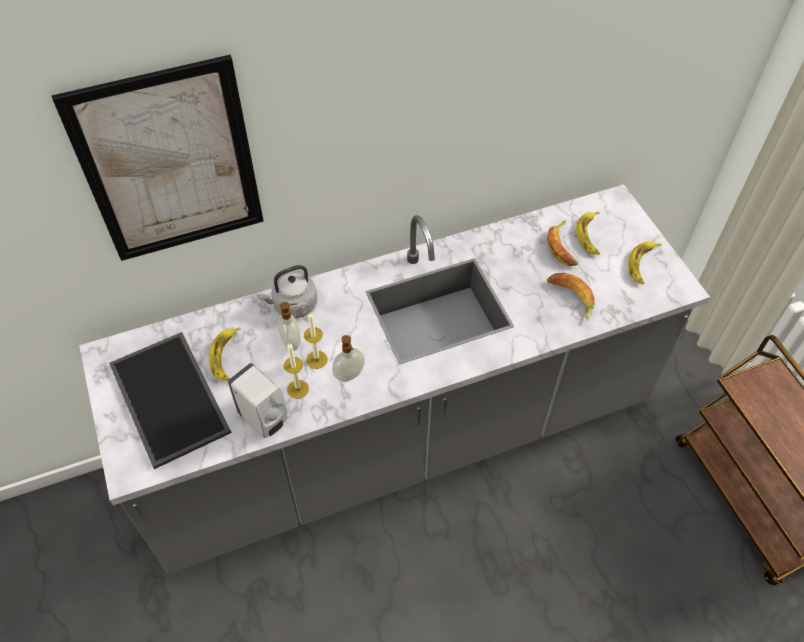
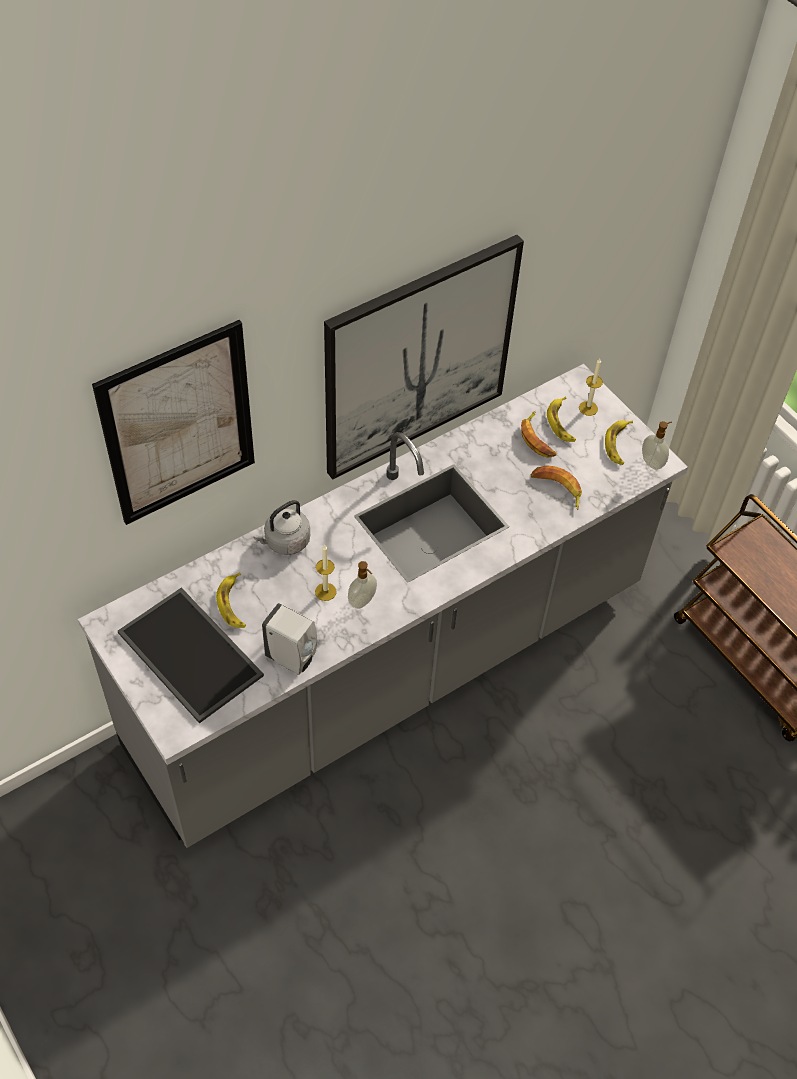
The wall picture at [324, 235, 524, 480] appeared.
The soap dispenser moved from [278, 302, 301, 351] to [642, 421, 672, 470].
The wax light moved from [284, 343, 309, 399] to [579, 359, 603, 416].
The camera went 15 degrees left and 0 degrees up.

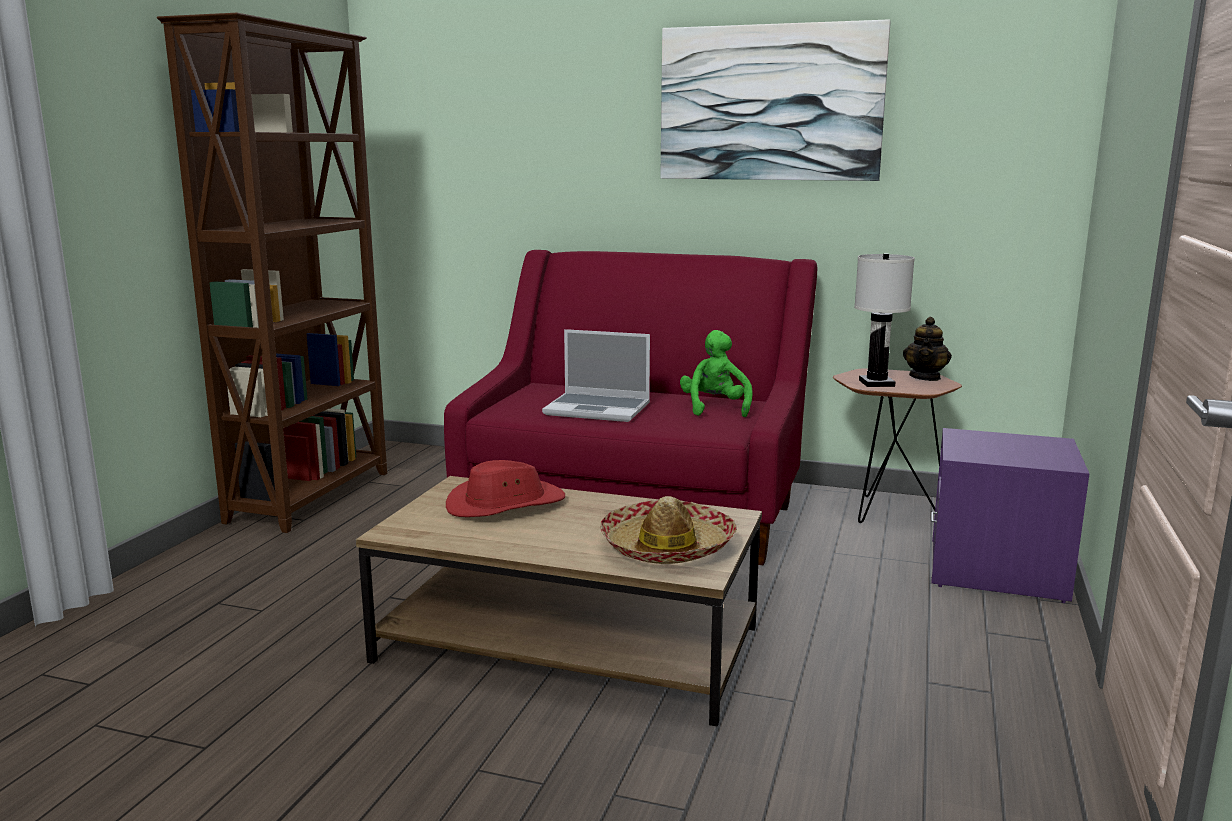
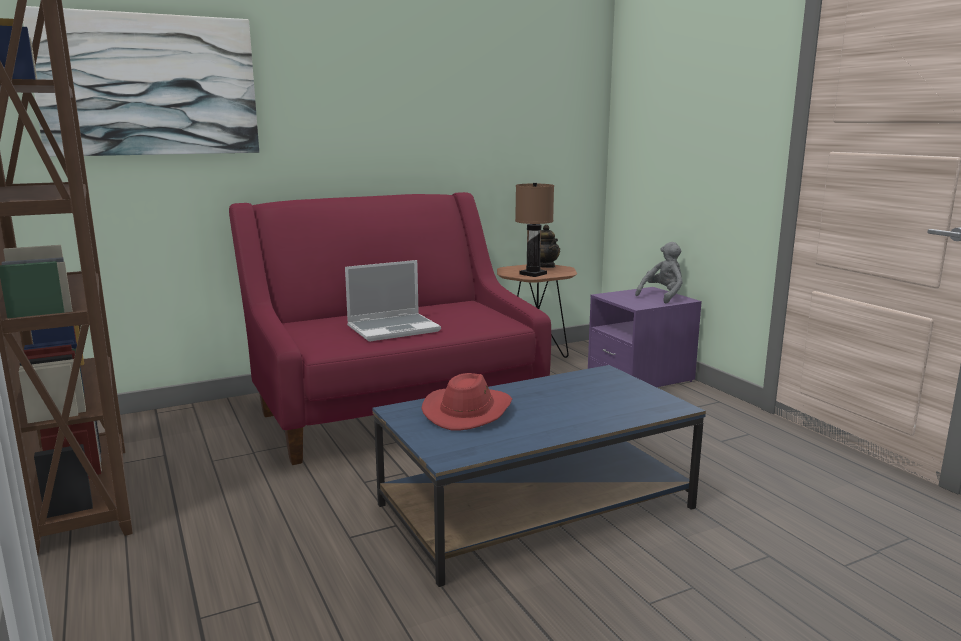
The clothing hat at [600, 496, 737, 564] disappeared.
The plush toy in green-coloured at [680, 330, 753, 417] disappeared.
The plush toy in gray at [635, 242, 683, 303] appeared.
The wall picture moved from [661, 19, 891, 181] to [23, 6, 259, 157].
The lounge table in brownish at [356, 476, 762, 726] became the lounge table in blue-coloured at [373, 365, 706, 587].
The table lamp in white-coloured at [854, 254, 915, 387] became the table lamp in brownish at [515, 183, 554, 277].
The camera went 45 degrees left and 0 degrees up.

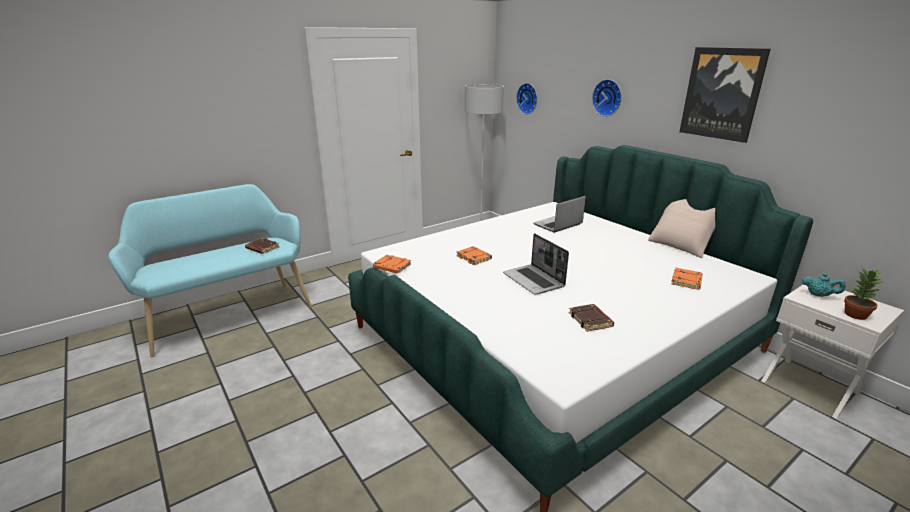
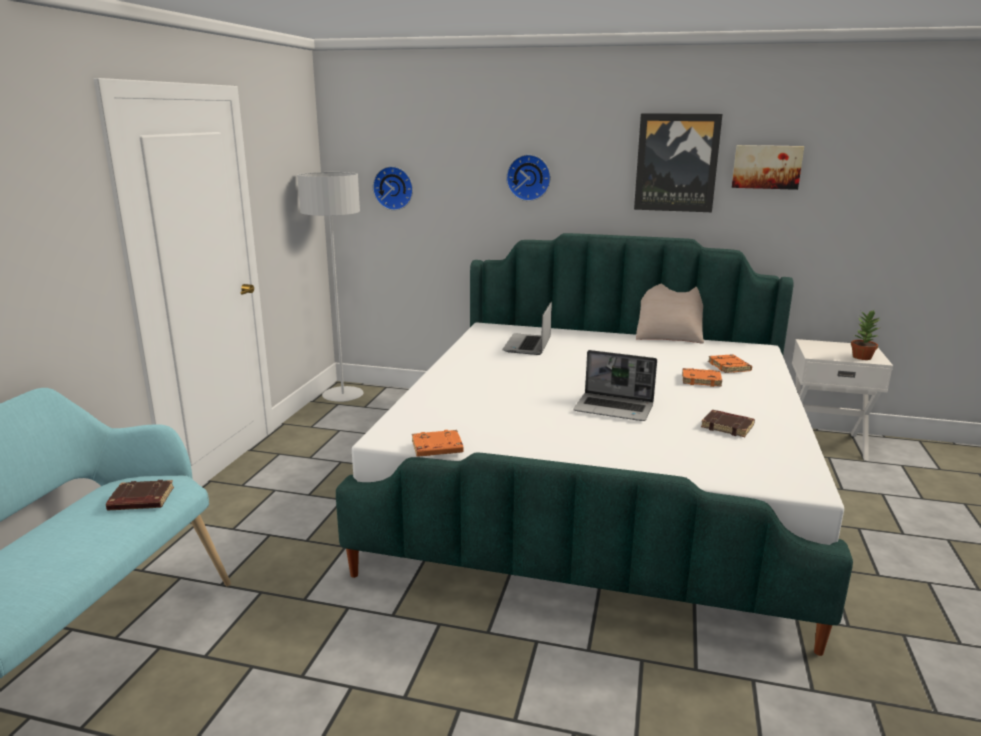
The teapot in turquoise-coloured at [802, 273, 846, 297] disappeared.
The wall picture at [732, 145, 804, 190] appeared.
The book in orange moved from [456, 246, 492, 265] to [682, 368, 722, 387].
The camera went 40 degrees left and 5 degrees down.

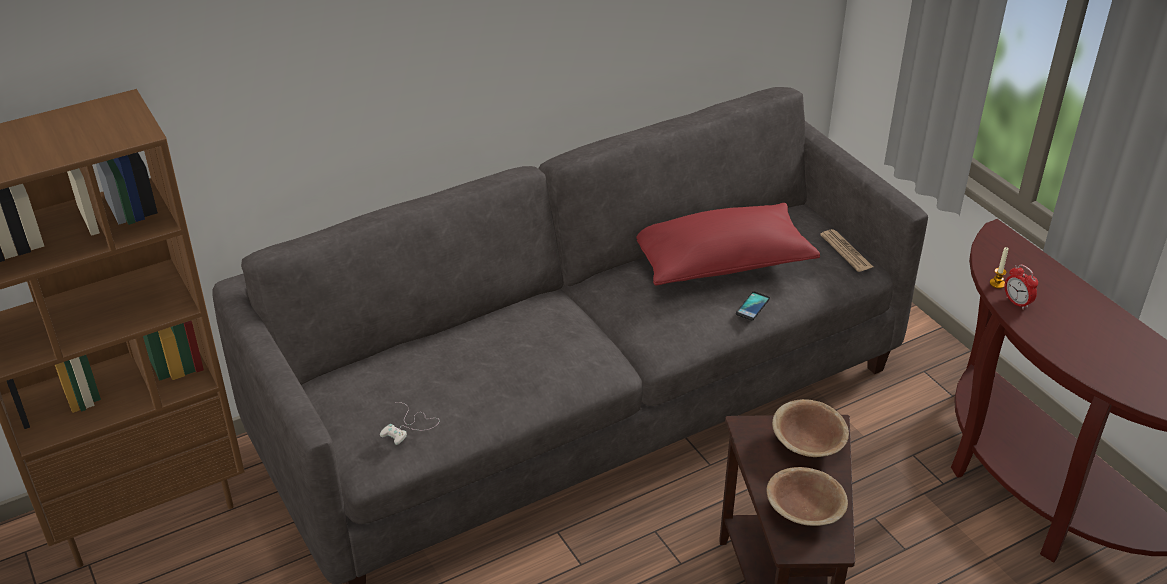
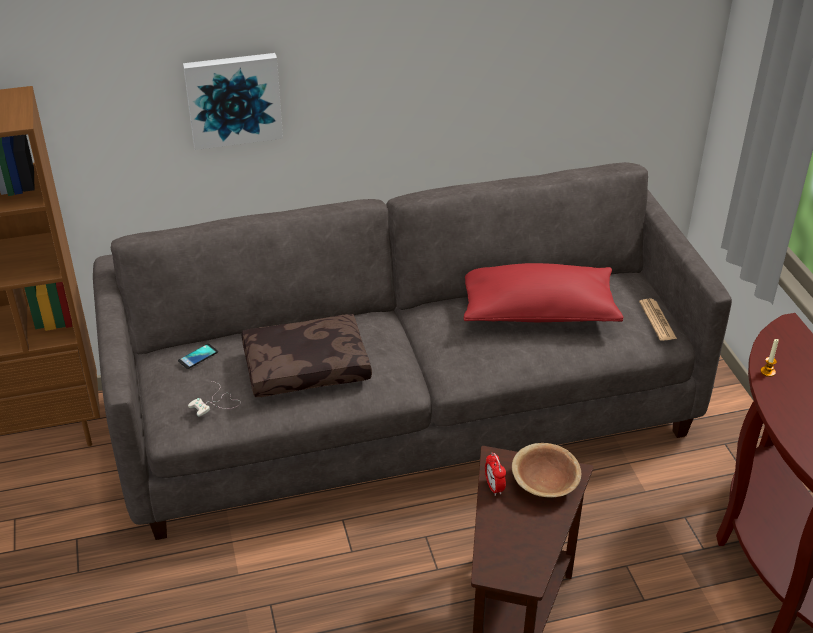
The deep dish in brownish at [766, 467, 848, 526] disappeared.
The wall picture at [183, 53, 283, 150] appeared.
The cushion in brownish at [242, 314, 372, 397] appeared.
The handset moved from [736, 292, 770, 320] to [178, 344, 218, 369].
The table clock moved from [1005, 264, 1038, 310] to [485, 453, 506, 496].
The camera went 15 degrees right and 0 degrees up.

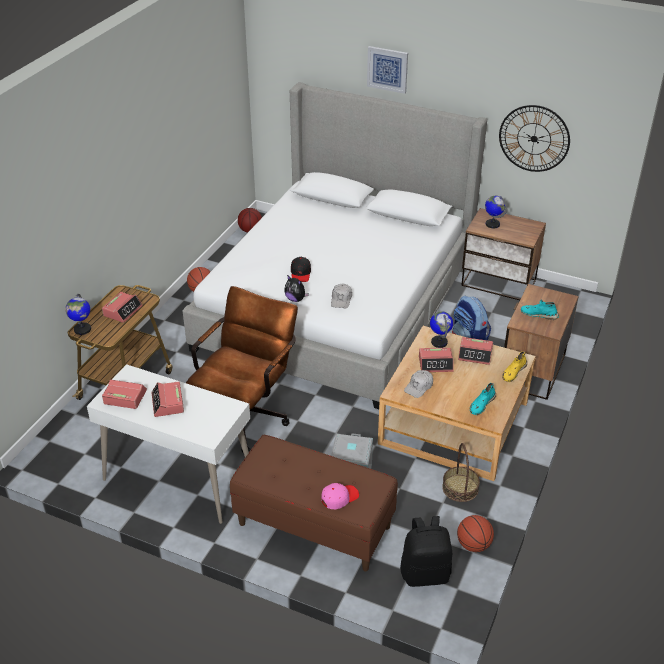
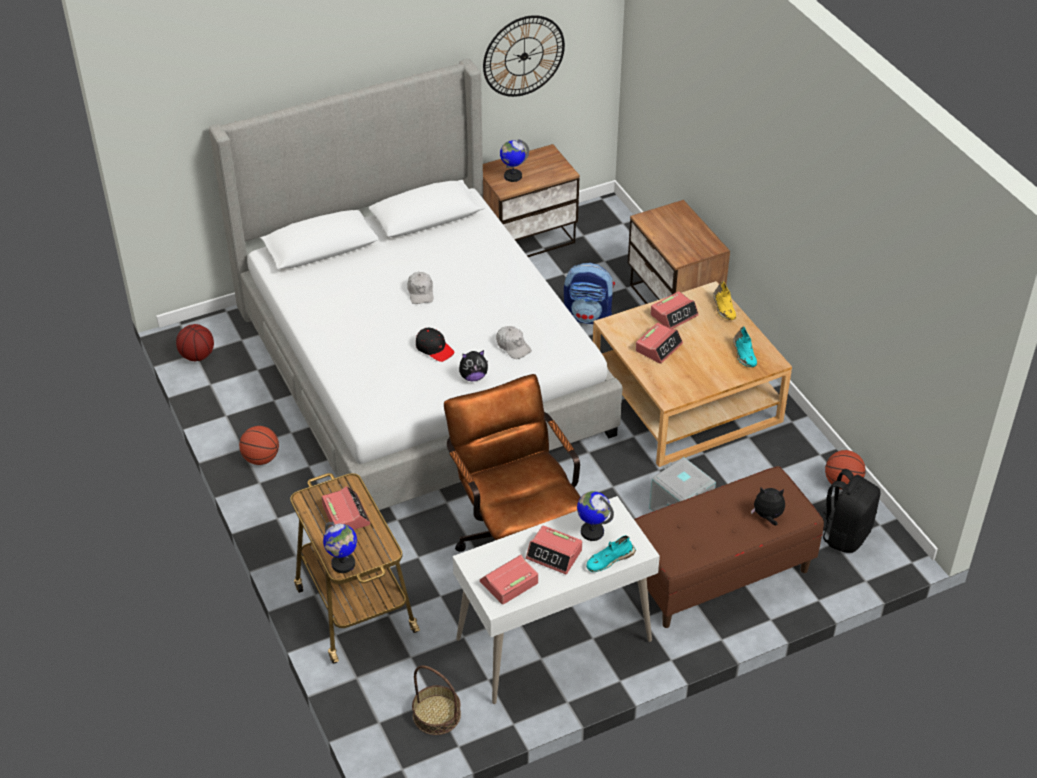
The wall picture at [367, 46, 408, 94] disappeared.
The baseball cap in white-coloured moved from [404, 370, 433, 398] to [407, 272, 433, 304].
The desk globe moved from [430, 311, 453, 348] to [577, 491, 614, 541].
The basket moved from [442, 443, 480, 502] to [412, 665, 461, 735].
The shoe in turquoise-coloured moved from [521, 299, 559, 320] to [586, 535, 636, 572].
The baseball cap in pinkish at [321, 483, 359, 509] was replaced by the plush toy at [751, 487, 785, 525].
The camera went 50 degrees left and 5 degrees up.

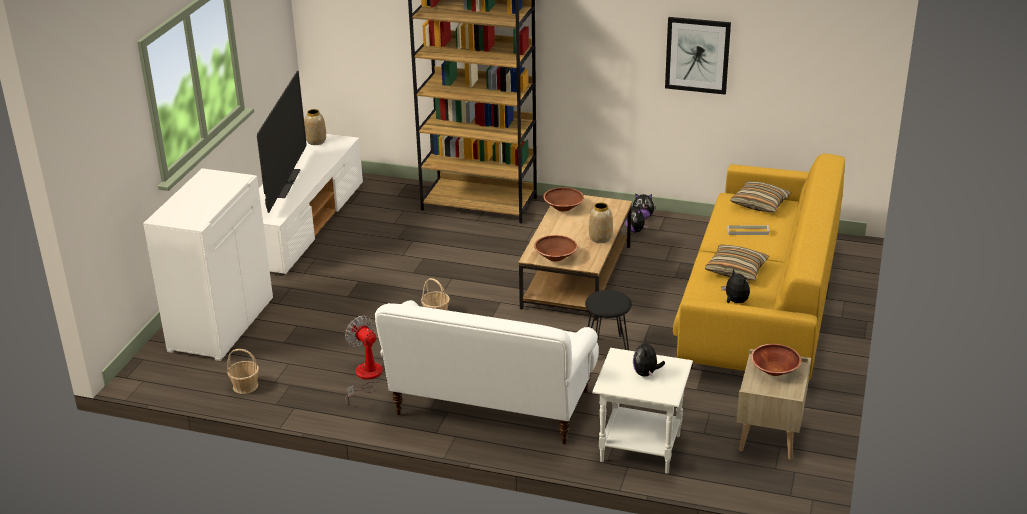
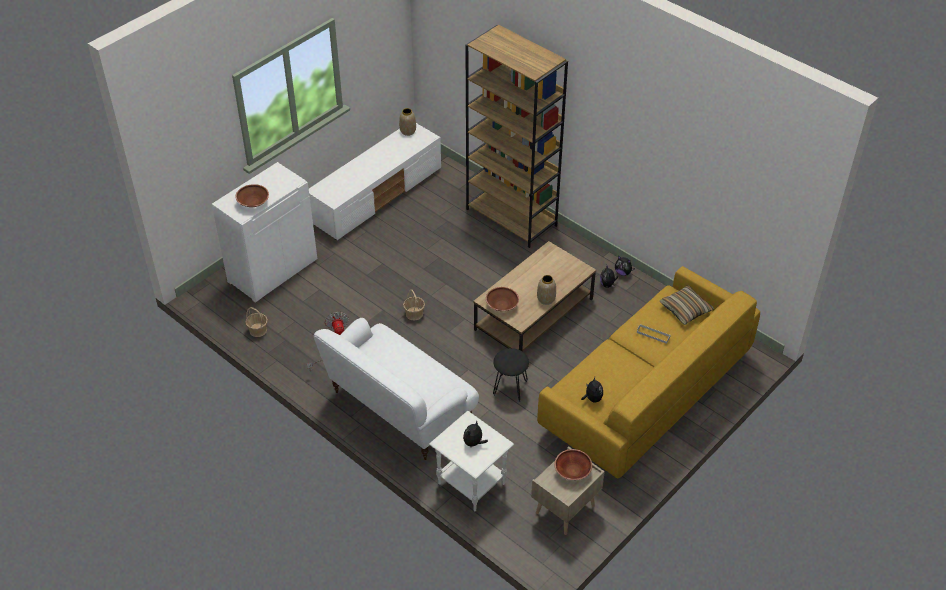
The TV at [257, 71, 307, 213] disappeared.
The wall picture at [665, 17, 731, 95] disappeared.
The cushion at [705, 245, 769, 280] disappeared.
The deep dish in brownish moved from [543, 187, 584, 212] to [235, 184, 269, 207].
The camera went 25 degrees right and 15 degrees up.

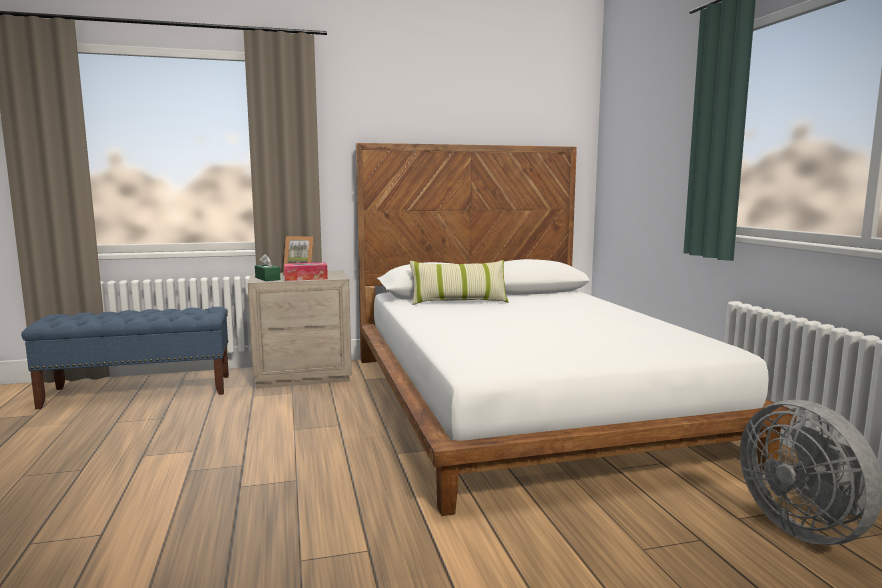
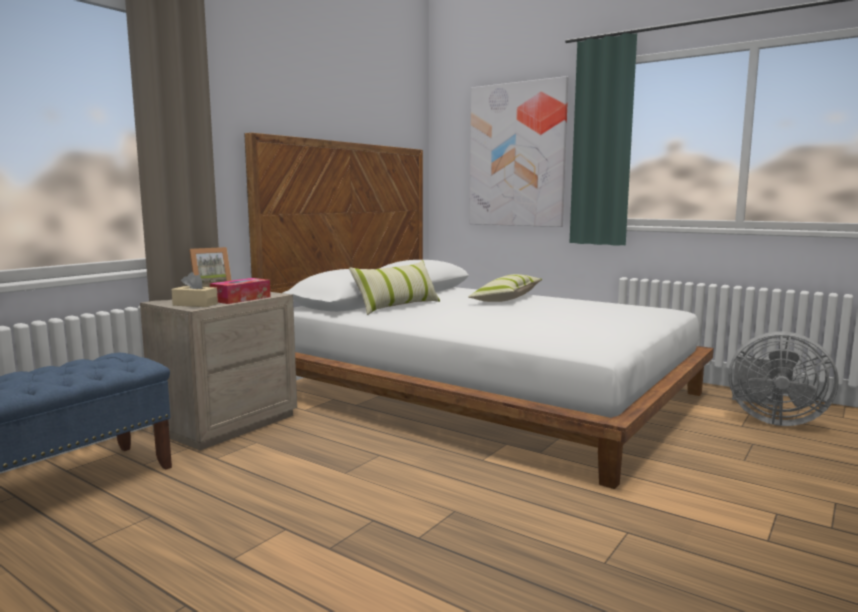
The cushion at [468, 274, 542, 302] appeared.
The wall picture at [470, 76, 568, 227] appeared.
The tissue box in green-coloured at [255, 254, 280, 281] became the tissue box in sand-coloured at [172, 272, 218, 307].
The camera went 40 degrees left and 0 degrees up.

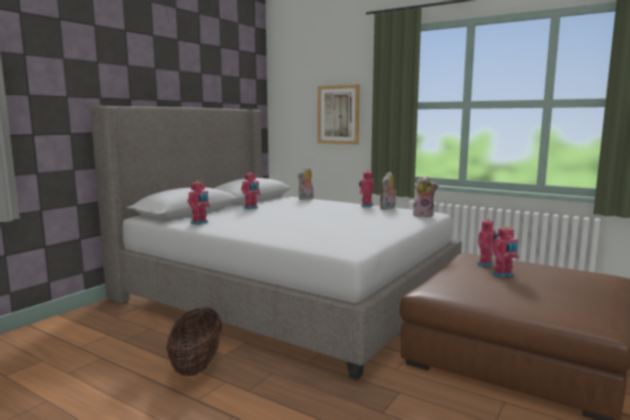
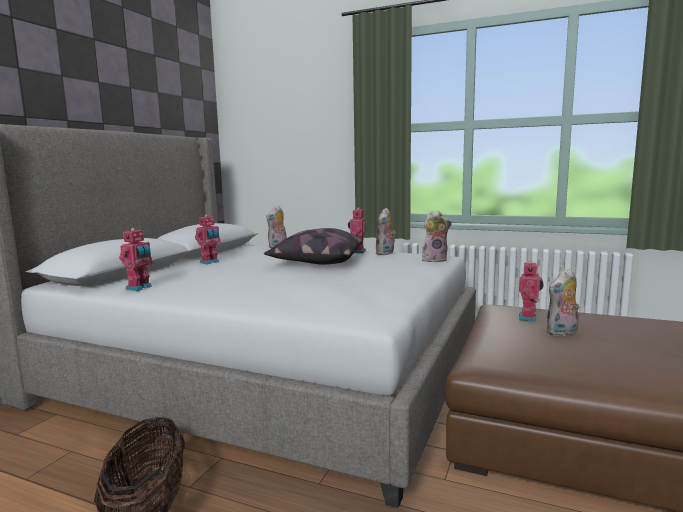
The wall picture at [318, 84, 360, 144] disappeared.
The cushion at [264, 228, 363, 265] appeared.
The model robot at [492, 226, 519, 278] was replaced by the plush toy at [546, 269, 579, 336].
The camera went 10 degrees left and 0 degrees up.

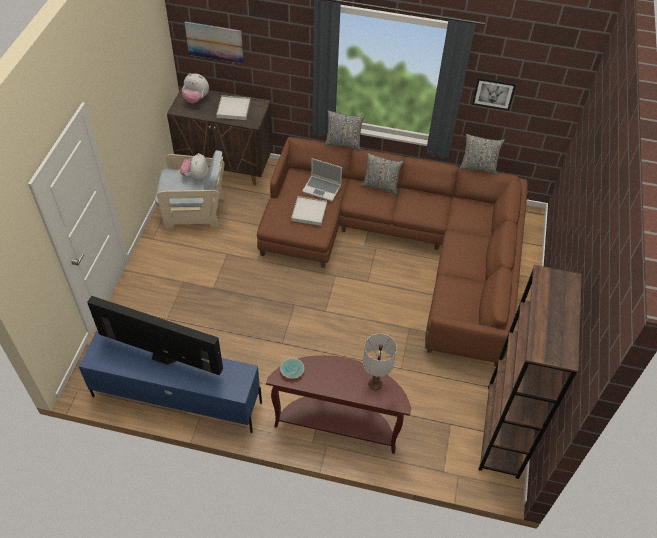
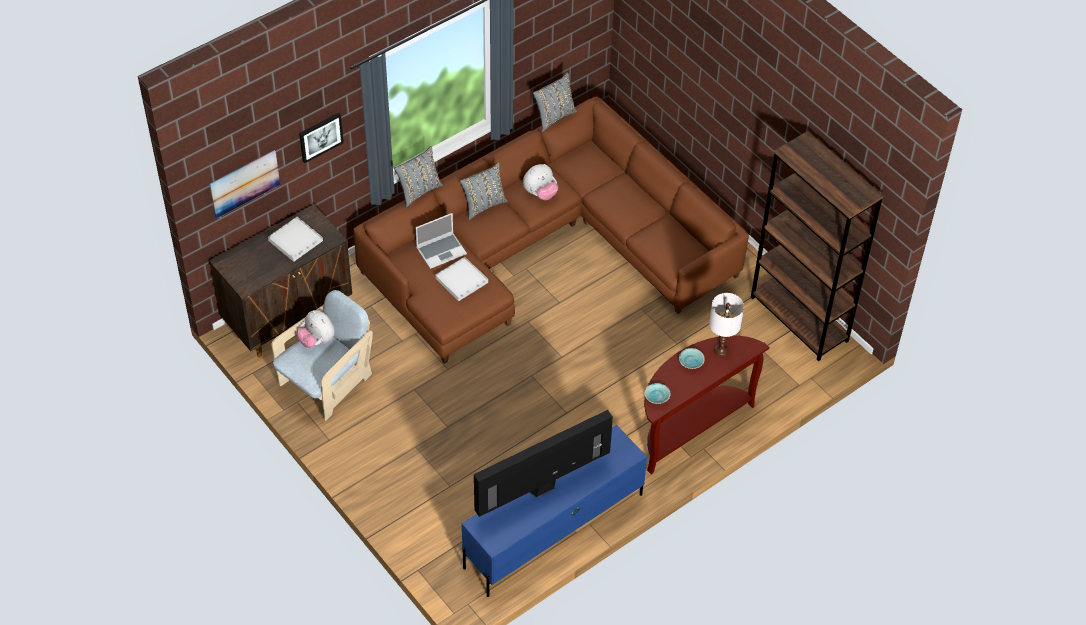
The deep dish in turquoise-coloured at [679, 348, 705, 369] appeared.
The plush toy moved from [182, 73, 209, 103] to [523, 164, 558, 200].
The wall picture moved from [472, 77, 516, 111] to [299, 113, 344, 163].
The camera went 50 degrees left and 0 degrees up.

